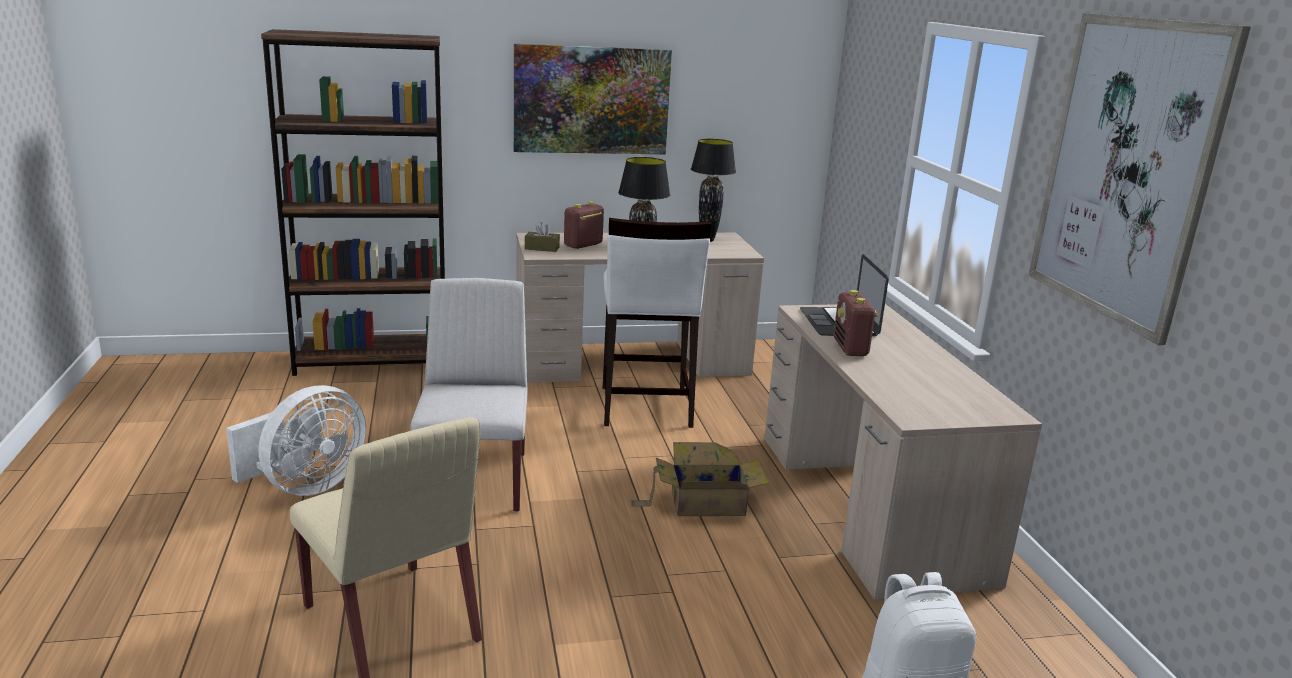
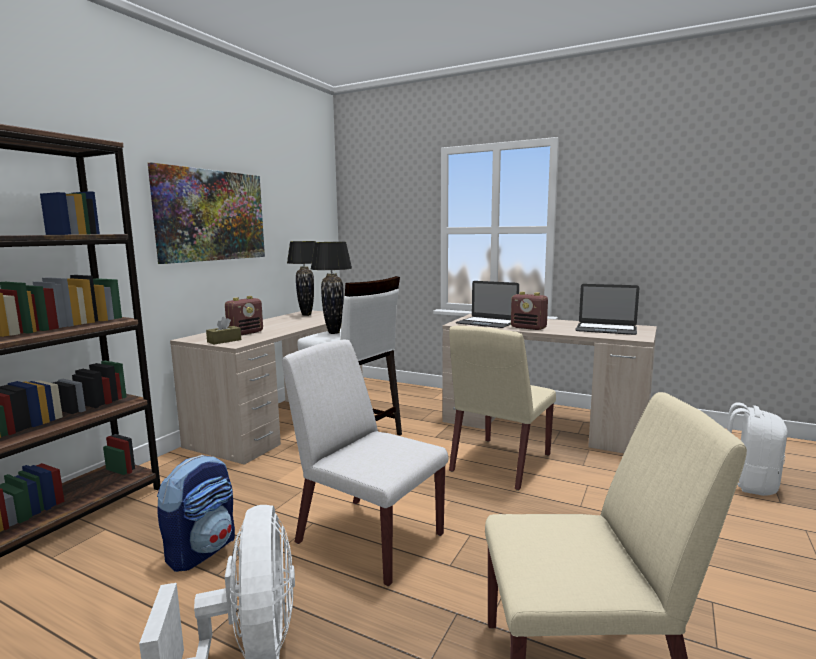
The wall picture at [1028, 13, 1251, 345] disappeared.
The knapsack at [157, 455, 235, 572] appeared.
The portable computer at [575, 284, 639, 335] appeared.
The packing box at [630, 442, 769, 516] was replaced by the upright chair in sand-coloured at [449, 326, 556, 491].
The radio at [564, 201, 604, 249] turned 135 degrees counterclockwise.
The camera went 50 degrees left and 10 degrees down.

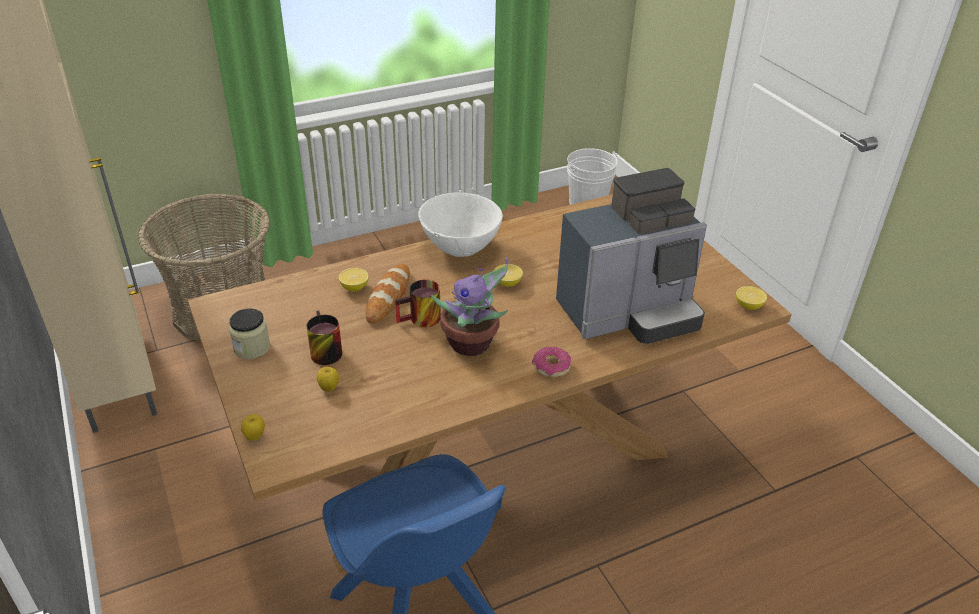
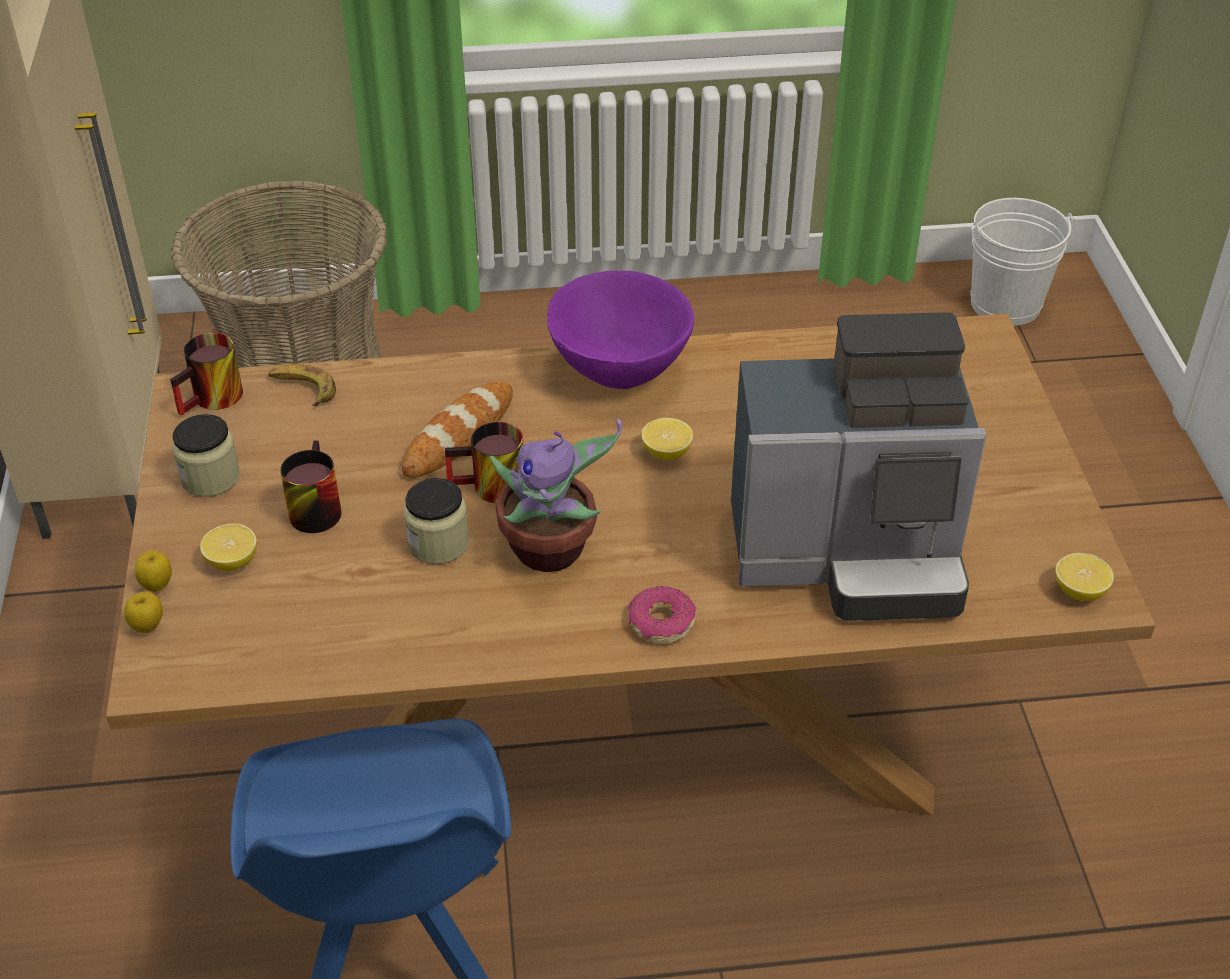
The tea mug at [170, 332, 243, 415] appeared.
The banana fruit at [268, 364, 336, 406] appeared.
The jar at [403, 478, 469, 564] appeared.
The whole apple moved from [317, 367, 339, 392] to [135, 550, 172, 592].
The citrus fruit moved from [339, 268, 369, 291] to [200, 523, 257, 571].
The deep dish in white-coloured at [418, 192, 503, 257] became the deep dish in purple at [547, 271, 694, 389].
The camera went 20 degrees right and 5 degrees up.

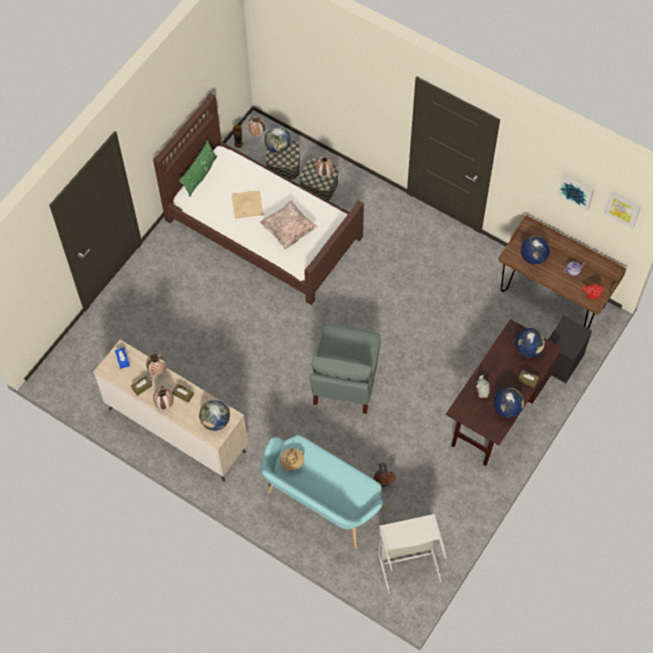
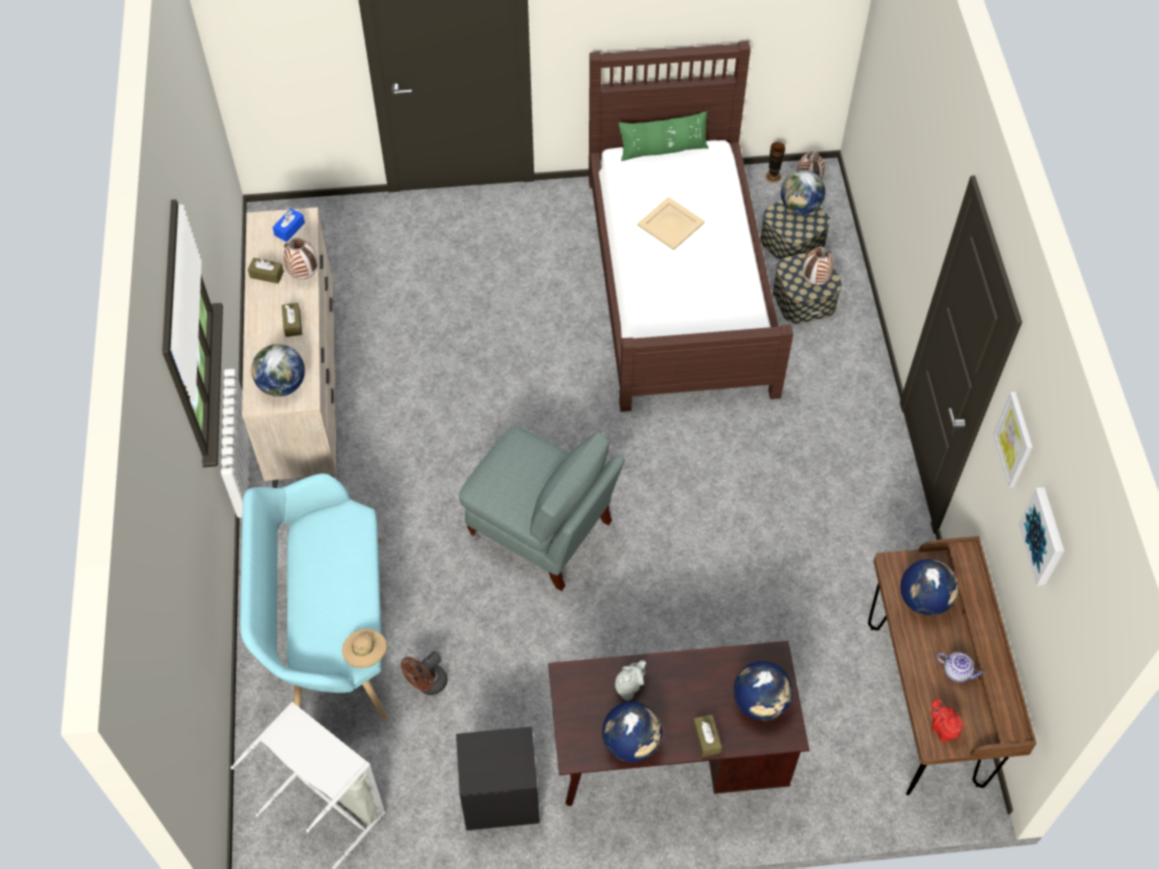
The flower vase at [153, 386, 174, 410] disappeared.
The cushion in sand-coloured at [260, 201, 317, 250] disappeared.
The clothing hat in sand-coloured moved from [280, 448, 304, 471] to [342, 629, 387, 668].
The night table in blackish moved from [548, 316, 592, 383] to [456, 727, 540, 831].
The wall picture moved from [603, 191, 641, 229] to [993, 392, 1033, 488].
The lounge chair in gray at [310, 324, 381, 414] turned 120 degrees counterclockwise.
The camera went 50 degrees right and 5 degrees down.

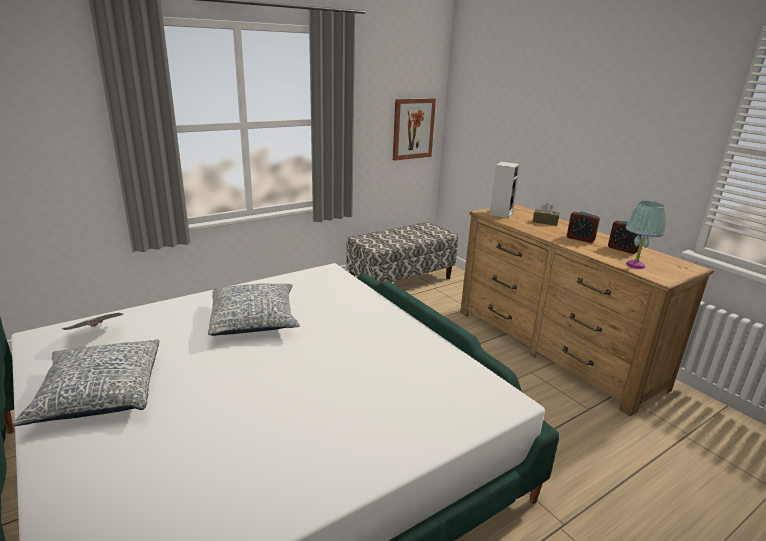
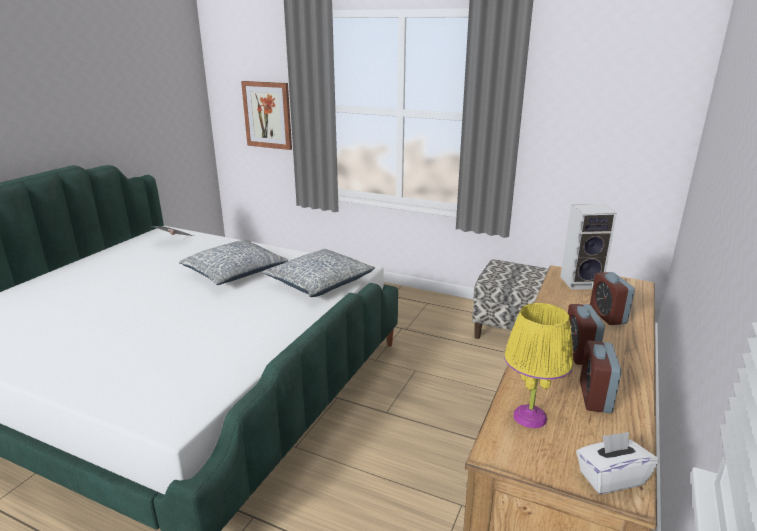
The tissue box in white-coloured at [576, 432, 658, 494] appeared.
The cushion moved from [13, 340, 159, 426] to [263, 249, 375, 297].
The wall picture moved from [393, 98, 436, 161] to [241, 81, 292, 150].
The tissue box in brownish at [533, 203, 560, 226] was replaced by the table clock at [590, 272, 635, 325].
The table lamp in turquoise-coloured at [625, 201, 665, 269] became the table lamp in yellowish at [504, 303, 574, 428].
The camera went 60 degrees right and 0 degrees up.

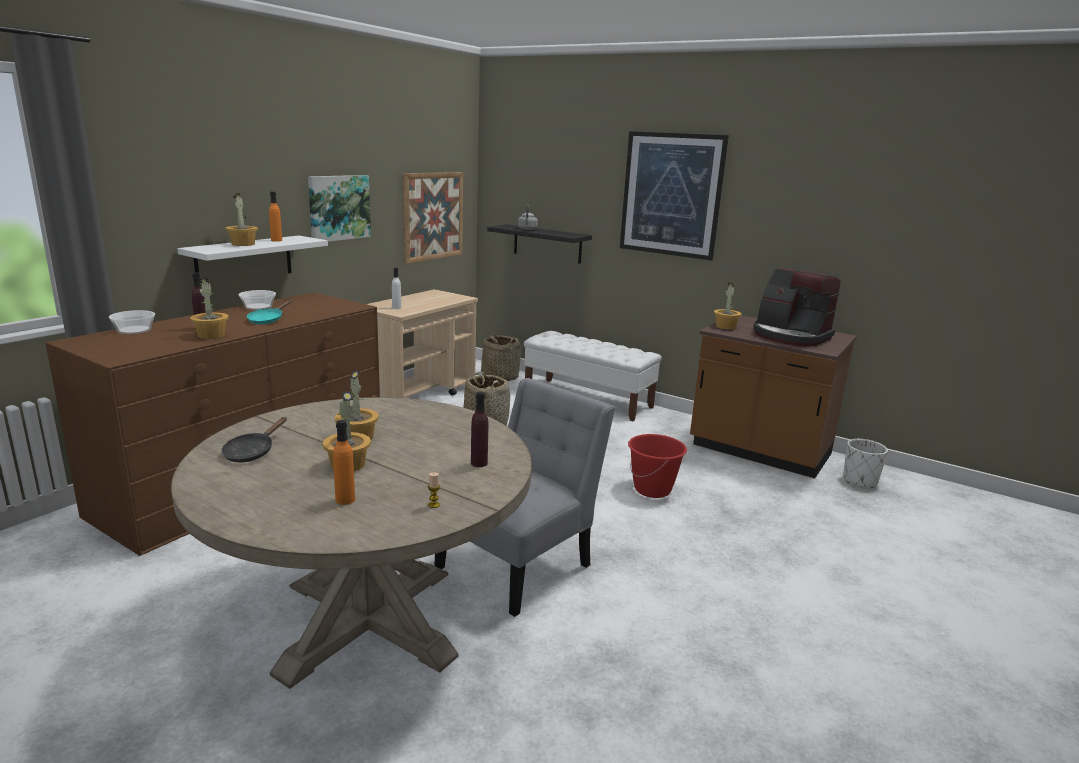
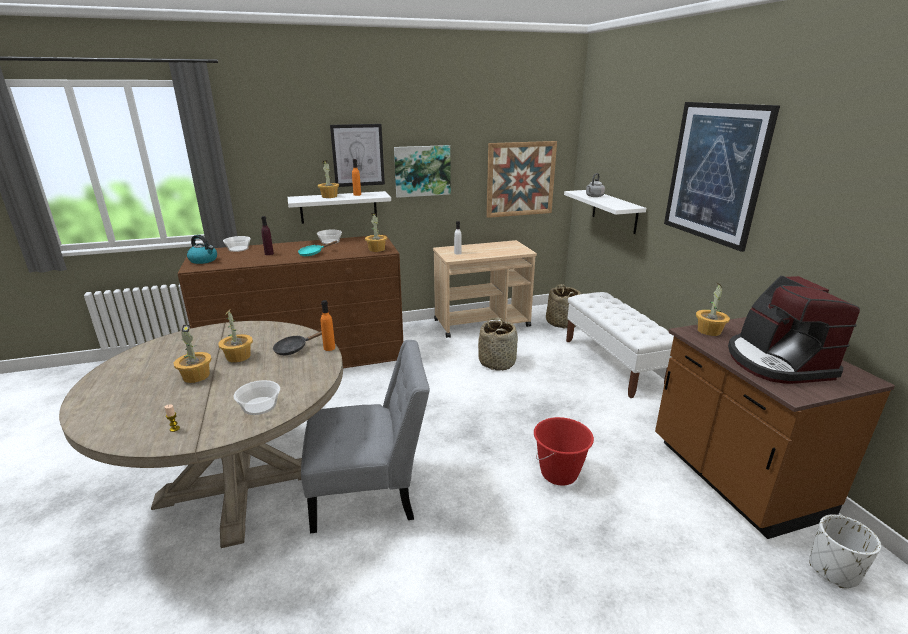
The kettle at [187, 235, 217, 264] appeared.
The wall picture at [330, 124, 385, 187] appeared.
The houseplant moved from [190, 278, 229, 339] to [365, 213, 387, 252].
The pan in blackish moved from [221, 417, 287, 462] to [273, 331, 322, 355].
The drink bottle in orange moved from [333, 420, 355, 505] to [321, 300, 335, 351].
The drink bottle in purple at [471, 392, 488, 467] was replaced by the deep dish at [234, 380, 280, 415].
The bracket shelf in blackish at [487, 224, 592, 264] became the bracket shelf in white-coloured at [564, 190, 646, 234].
The camera went 40 degrees right and 5 degrees up.

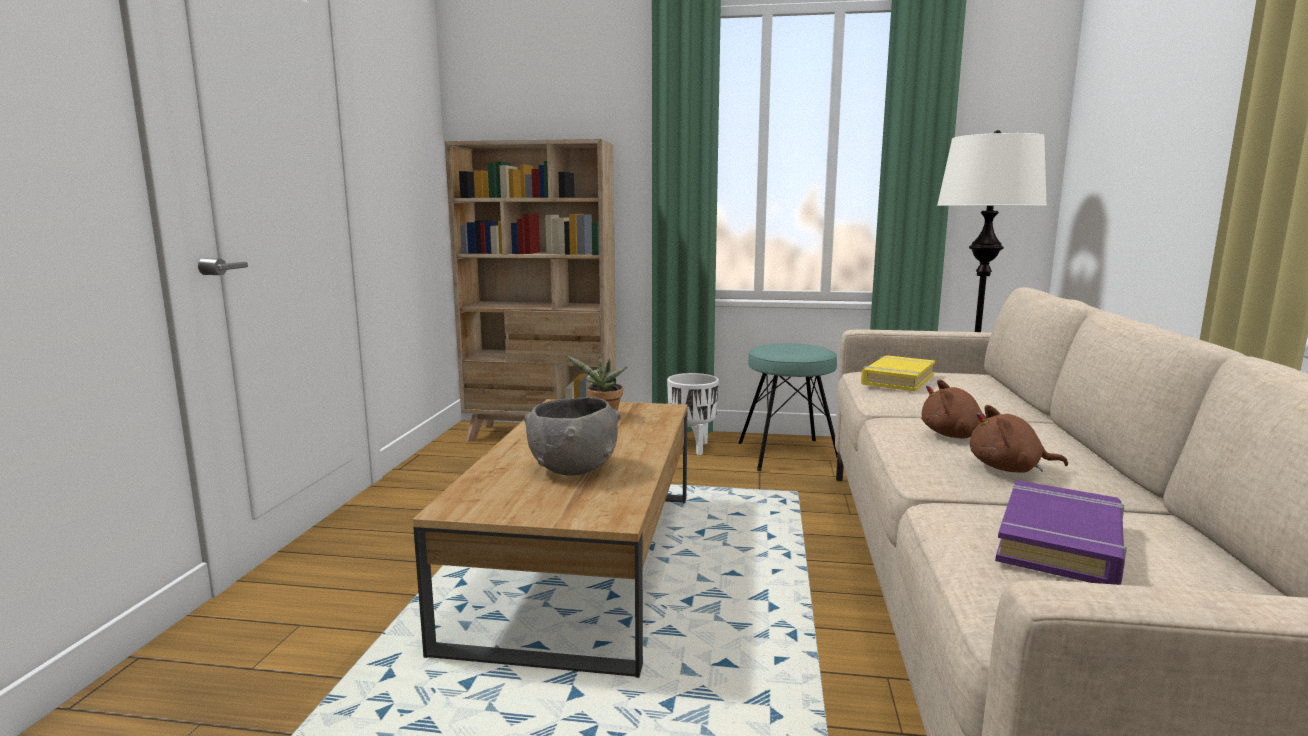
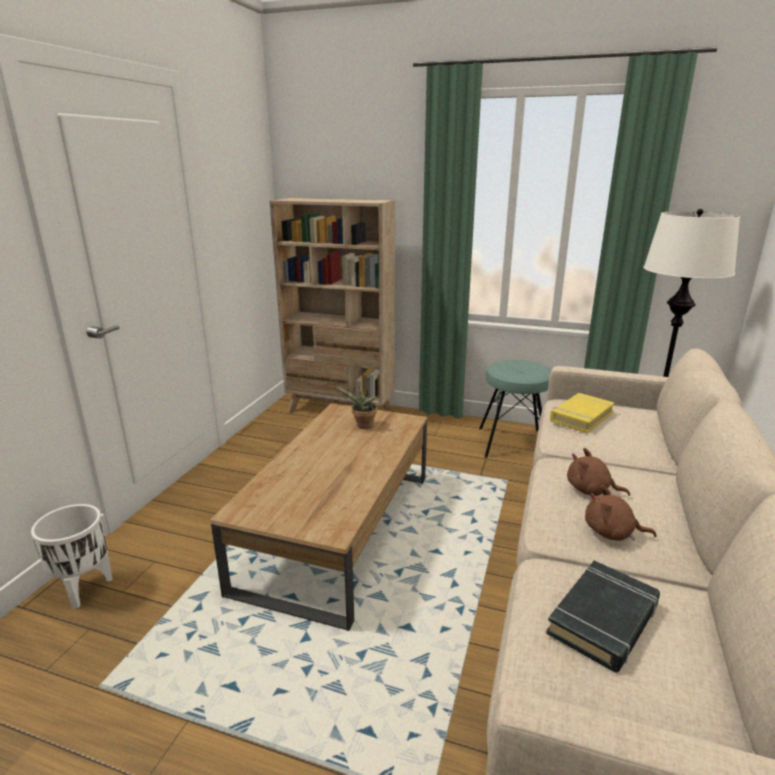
The deep dish in gray at [524, 397, 621, 476] disappeared.
The flower pot in white-coloured moved from [667, 373, 719, 455] to [31, 504, 113, 609].
The book in purple at [995, 480, 1127, 585] became the book in blackish at [546, 561, 660, 673].
The camera went 10 degrees right and 10 degrees up.

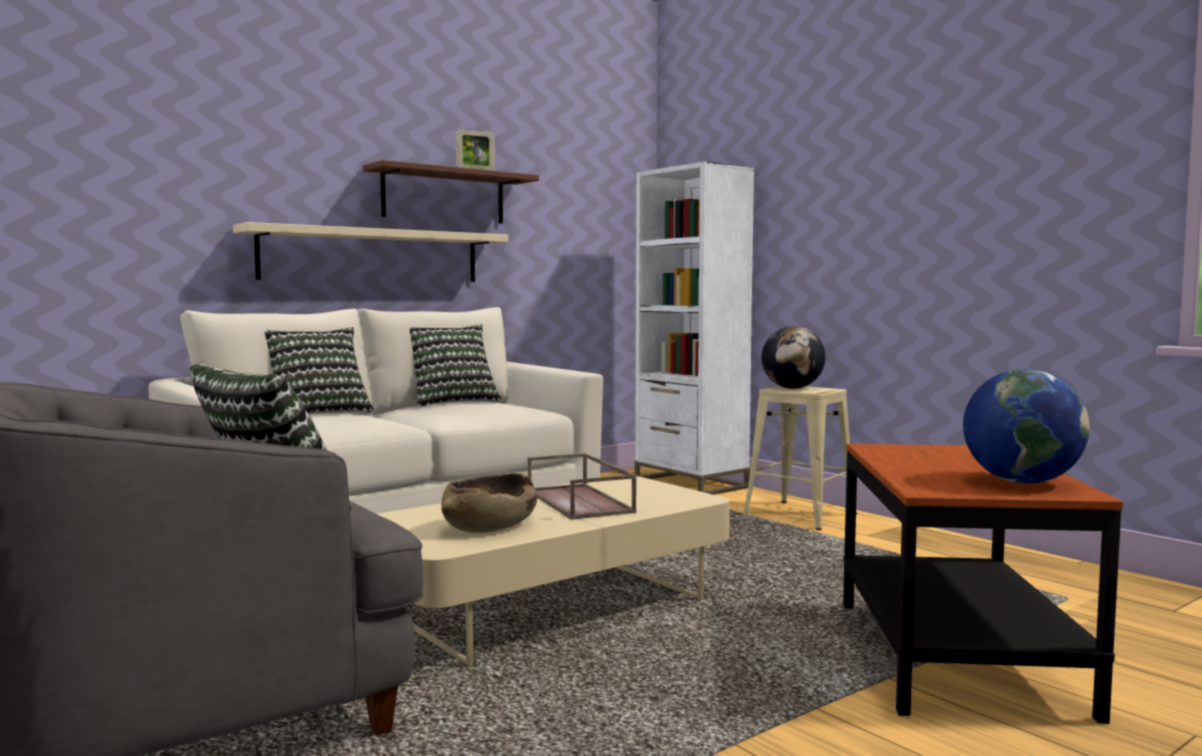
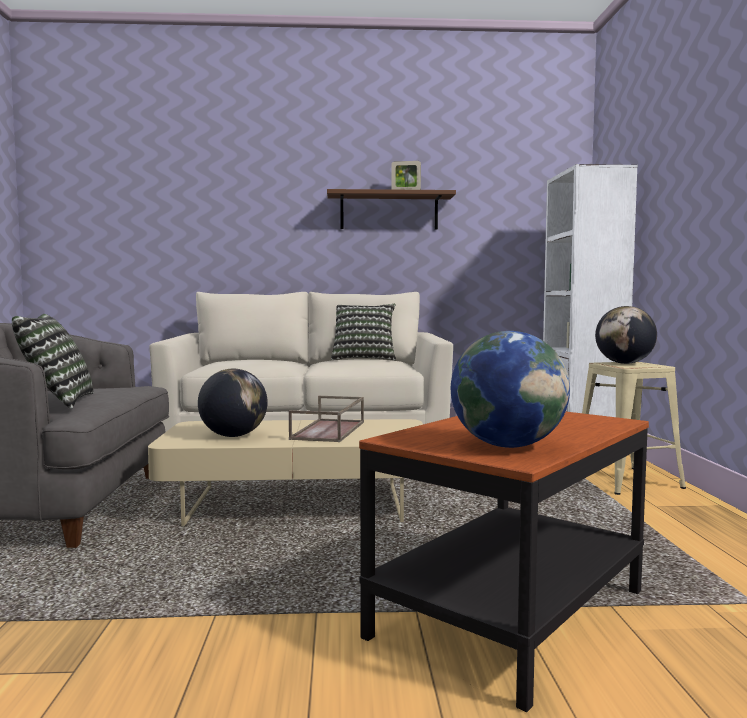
The bracket shelf in sand-coloured at [233, 222, 509, 282] disappeared.
The cushion at [264, 327, 374, 413] disappeared.
The deep dish in brownish at [441, 473, 538, 533] was replaced by the desk globe at [198, 369, 268, 437].
The camera went 35 degrees right and 0 degrees up.

